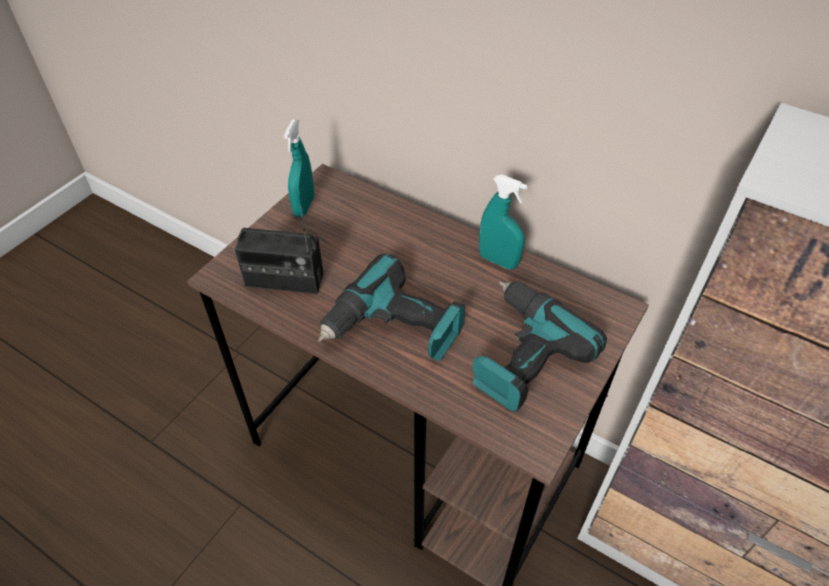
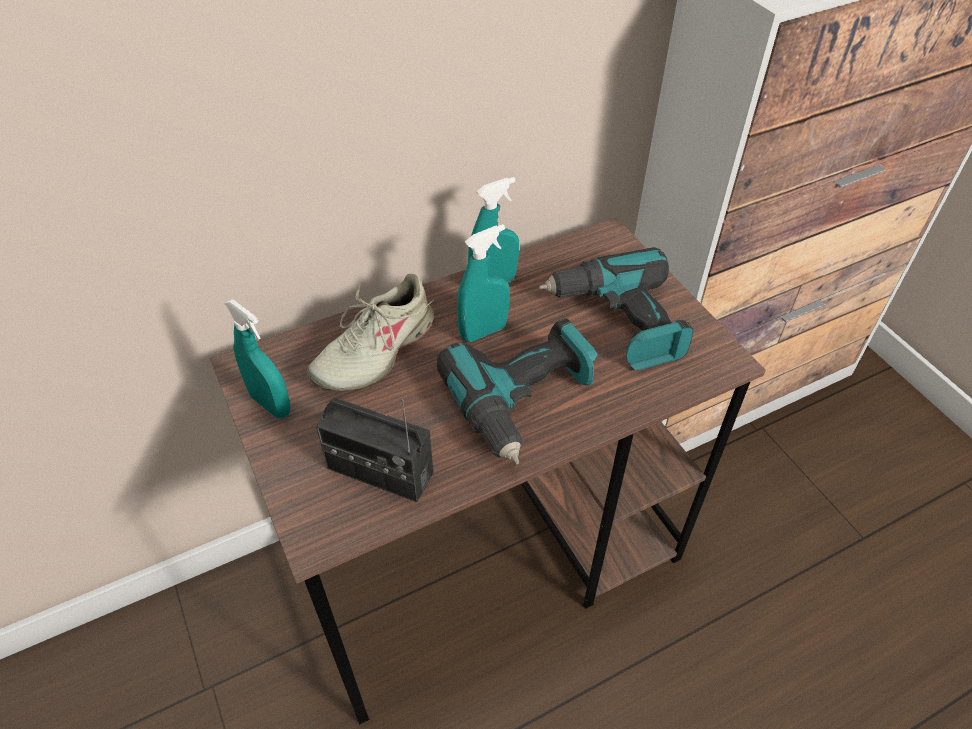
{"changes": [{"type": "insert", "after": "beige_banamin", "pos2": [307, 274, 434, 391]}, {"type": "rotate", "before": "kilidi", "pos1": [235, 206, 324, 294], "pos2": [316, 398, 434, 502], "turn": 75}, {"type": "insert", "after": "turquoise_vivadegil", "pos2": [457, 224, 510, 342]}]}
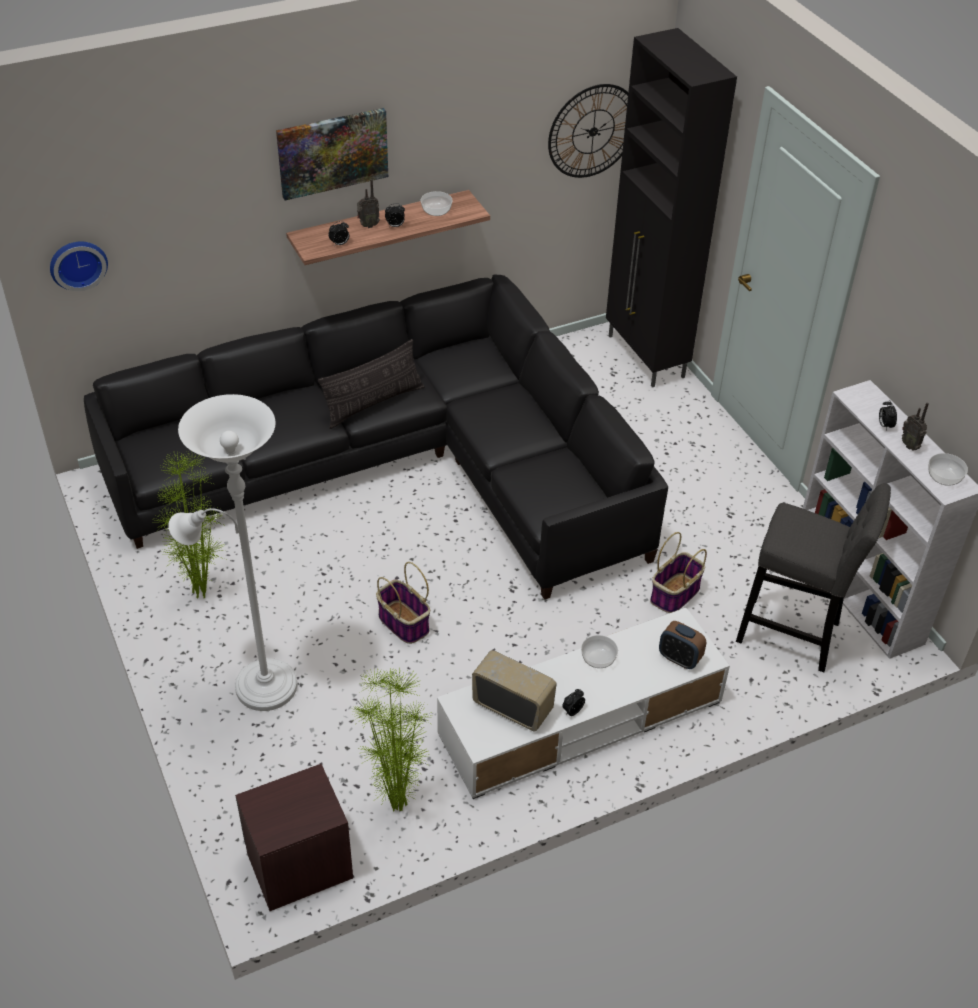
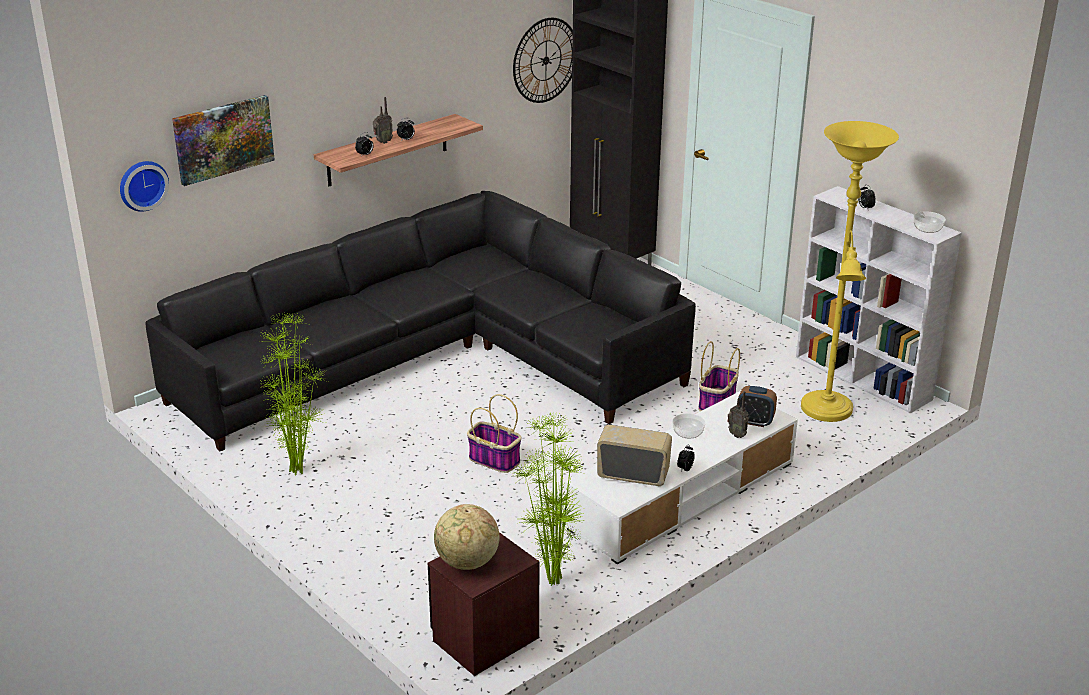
{"changes": [{"type": "move", "before": "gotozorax", "pos1": [276, 108, 388, 200], "pos2": [172, 95, 275, 186]}, {"type": "insert", "after": "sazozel", "pos2": [434, 504, 500, 570]}, {"type": "move", "before": "kilidi", "pos1": [902, 403, 929, 451], "pos2": [727, 391, 748, 438]}, {"type": "replace", "before": "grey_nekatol", "after": "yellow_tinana", "pos1": [736, 483, 891, 672], "pos2": [801, 121, 899, 422]}, {"type": "delete", "before": "white_tinana", "pos1": [168, 394, 297, 711]}, {"type": "delete", "before": "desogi", "pos1": [318, 339, 425, 429]}, {"type": "delete", "before": "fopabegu", "pos1": [421, 191, 453, 216]}]}
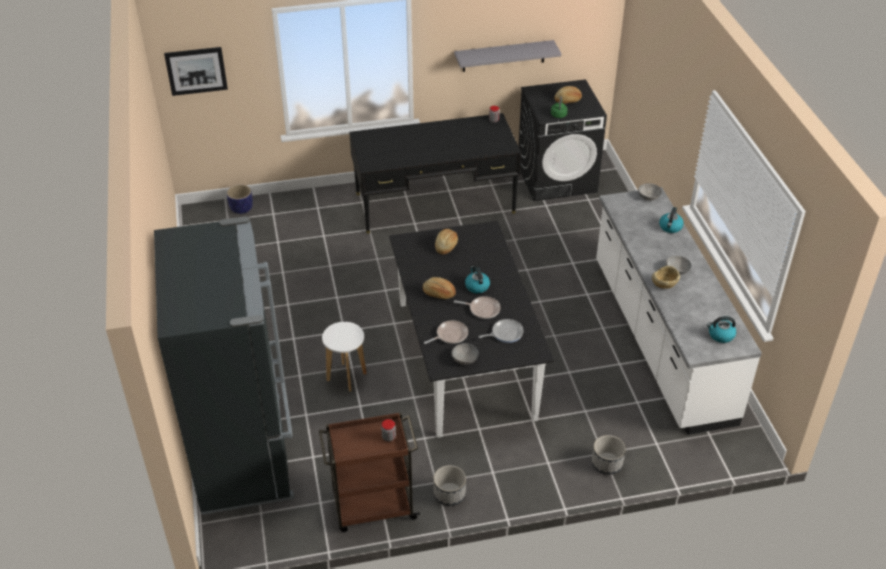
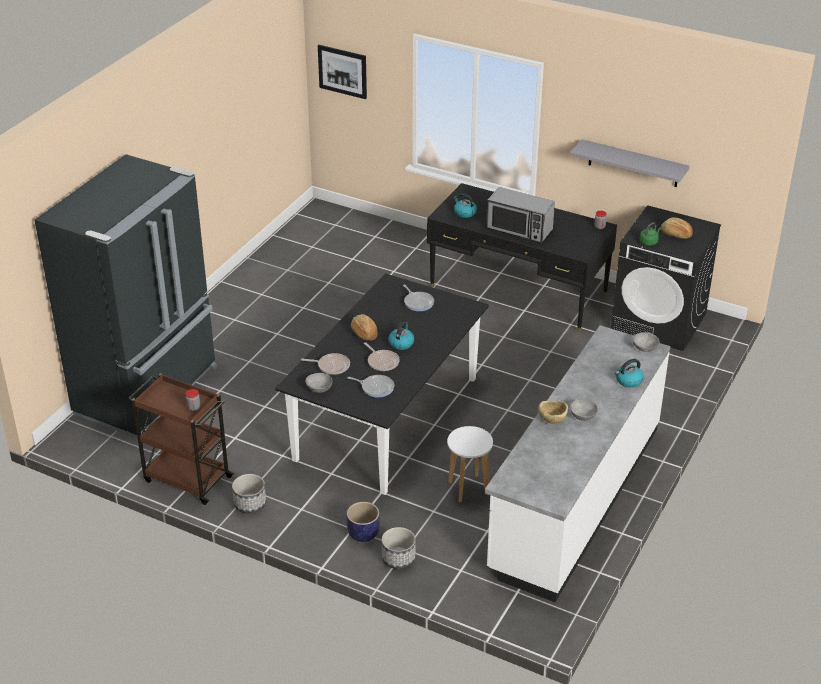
{"changes": [{"type": "move", "before": "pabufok", "pos1": [227, 184, 253, 214], "pos2": [346, 502, 380, 542]}, {"type": "replace", "before": "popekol", "after": "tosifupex", "pos1": [435, 229, 458, 254], "pos2": [403, 284, 434, 311]}, {"type": "move", "before": "white_nekatol", "pos1": [322, 322, 366, 392], "pos2": [447, 426, 493, 502]}, {"type": "move", "before": "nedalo", "pos1": [707, 316, 736, 343], "pos2": [454, 193, 477, 218]}, {"type": "insert", "after": "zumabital", "pos2": [486, 187, 555, 243]}]}
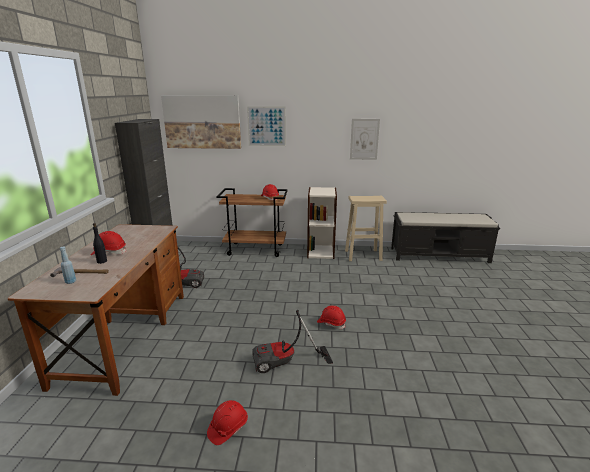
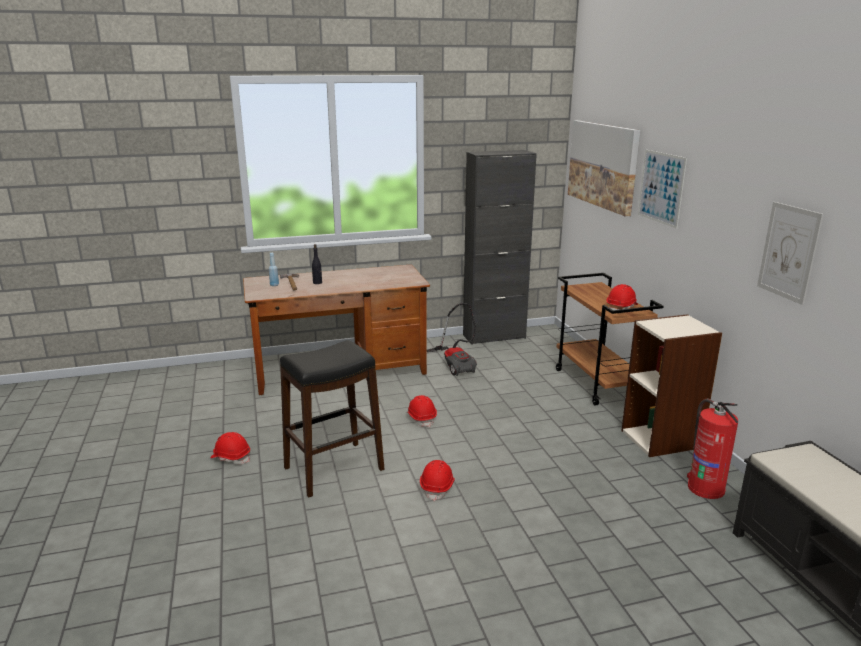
{"changes": [{"type": "replace", "before": "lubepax", "after": "black_nekatol", "pos1": [252, 310, 333, 373], "pos2": [280, 340, 384, 498]}, {"type": "move", "before": "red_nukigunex", "pos1": [91, 231, 127, 255], "pos2": [407, 395, 437, 427]}, {"type": "replace", "before": "beige_nekatol", "after": "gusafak", "pos1": [345, 196, 387, 261], "pos2": [687, 399, 738, 499]}]}
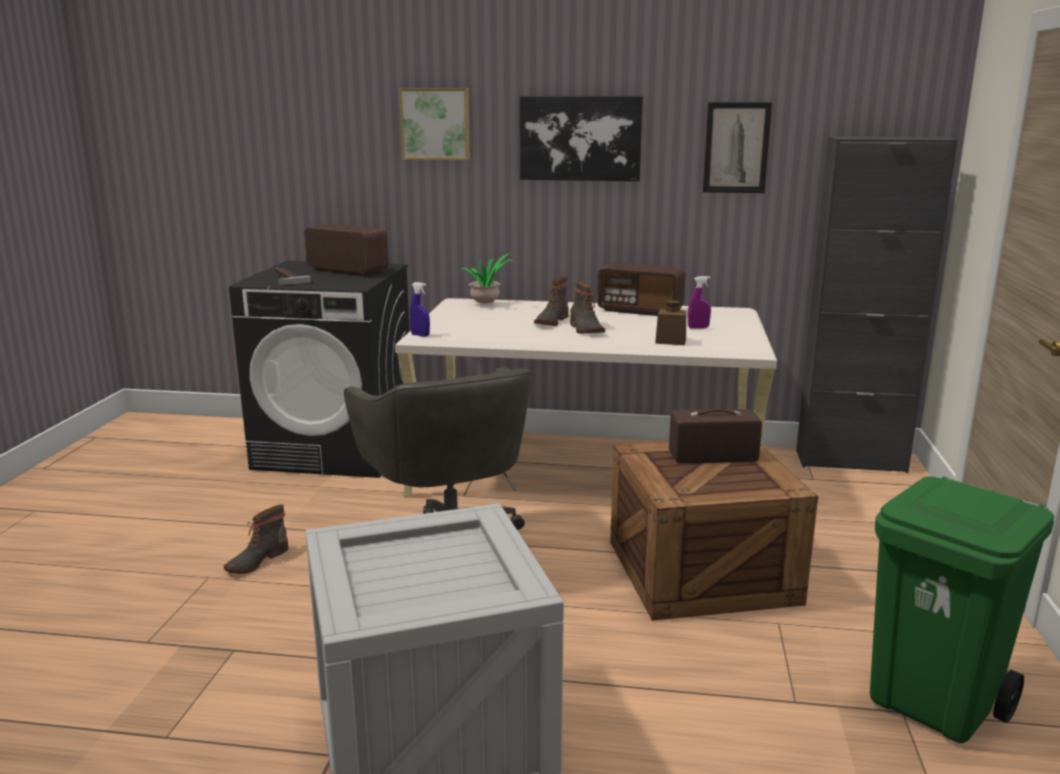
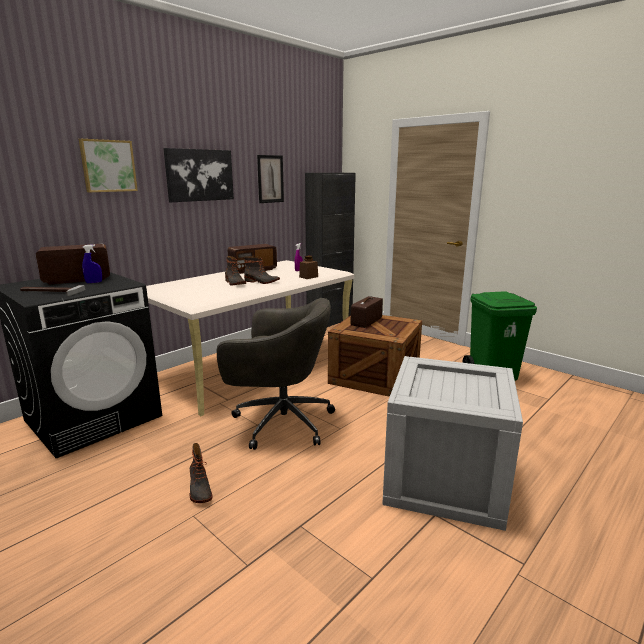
{"changes": [{"type": "move", "before": "blue_vivadegil", "pos1": [409, 282, 430, 337], "pos2": [82, 244, 102, 283]}, {"type": "delete", "before": "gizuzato", "pos1": [461, 253, 515, 303]}]}
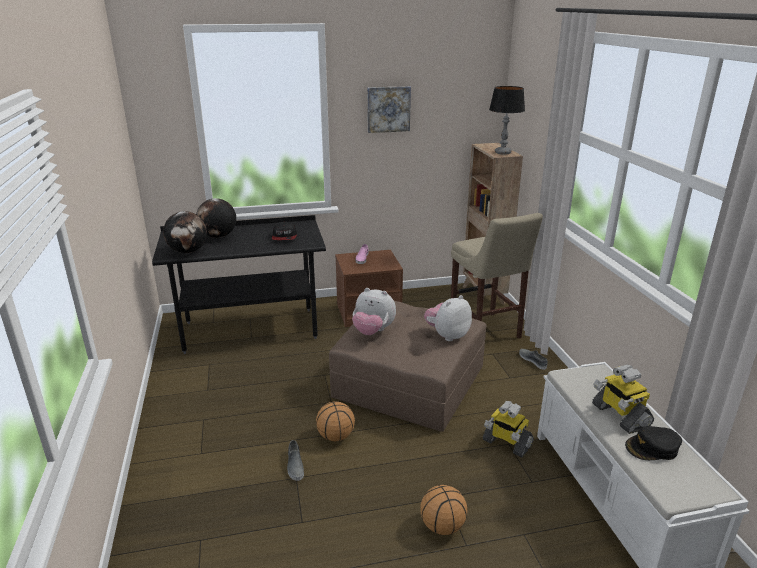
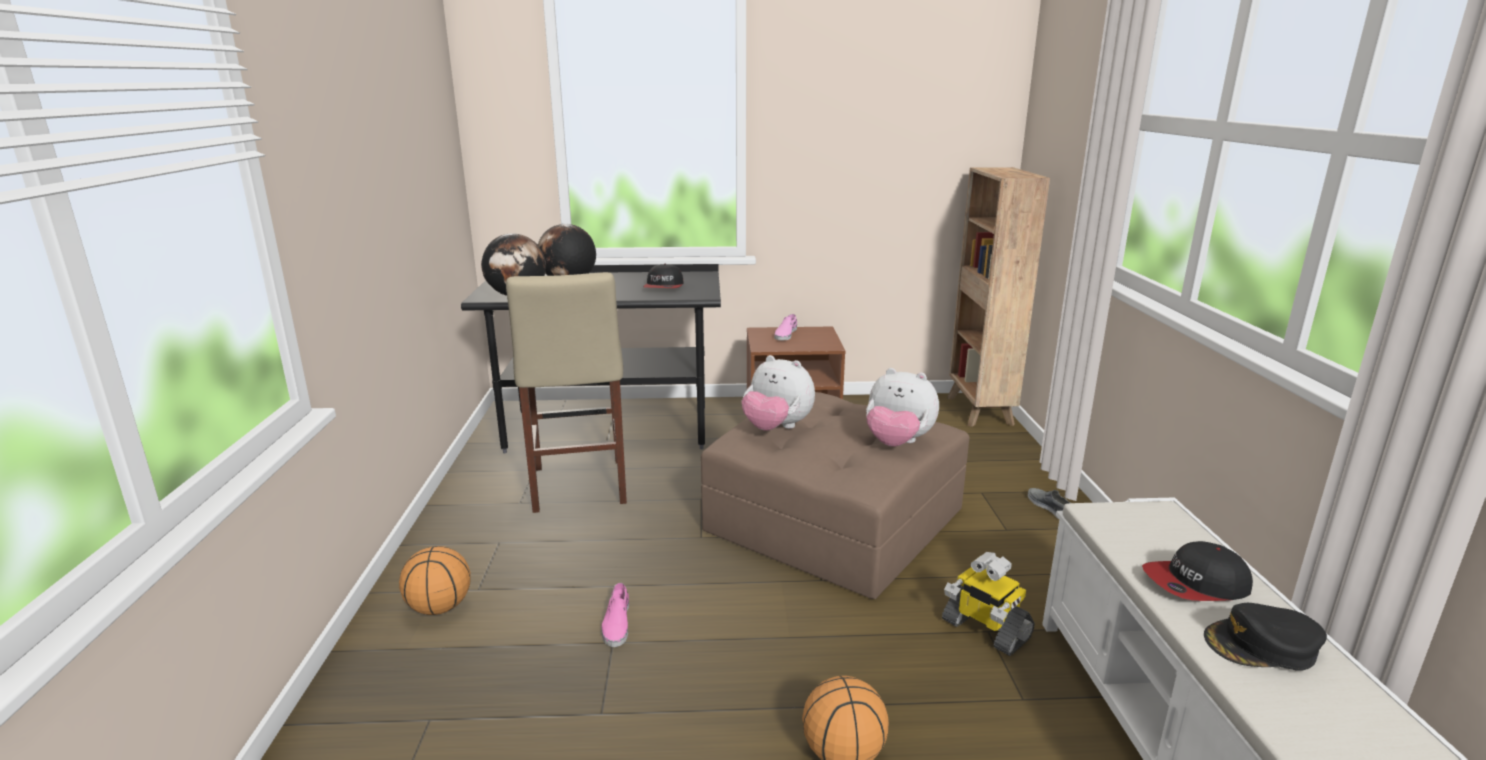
{"changes": [{"type": "move", "before": "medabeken", "pos1": [316, 401, 355, 441], "pos2": [399, 546, 470, 615]}, {"type": "move", "before": "beige_nekatol", "pos1": [451, 213, 543, 339], "pos2": [506, 272, 627, 513]}, {"type": "recolor", "before": "grey_banamin", "after": "pink_banamin", "pos1": [287, 440, 304, 481], "pos2": [601, 583, 629, 647]}, {"type": "rotate", "before": "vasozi", "pos1": [424, 295, 472, 341], "pos2": [866, 368, 939, 447], "turn": -120}, {"type": "replace", "before": "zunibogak", "after": "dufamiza", "pos1": [592, 364, 654, 434], "pos2": [1142, 541, 1253, 601]}, {"type": "delete", "before": "gotozorax", "pos1": [367, 86, 411, 133]}, {"type": "delete", "before": "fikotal", "pos1": [489, 86, 525, 155]}]}
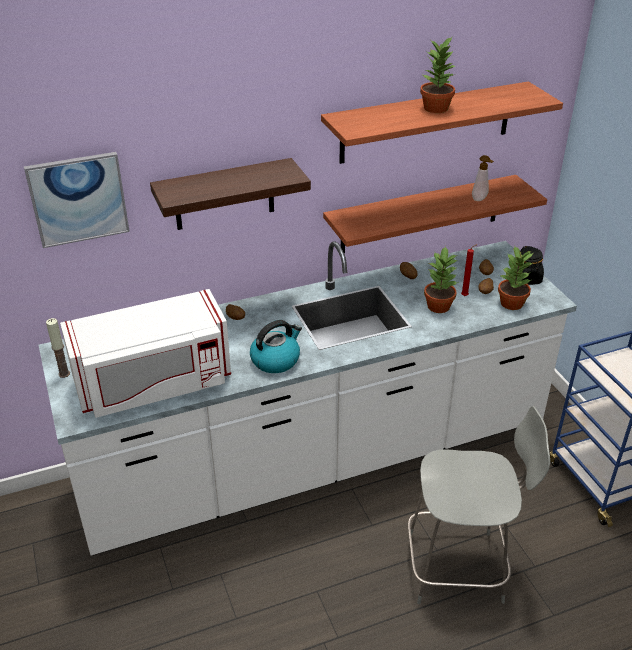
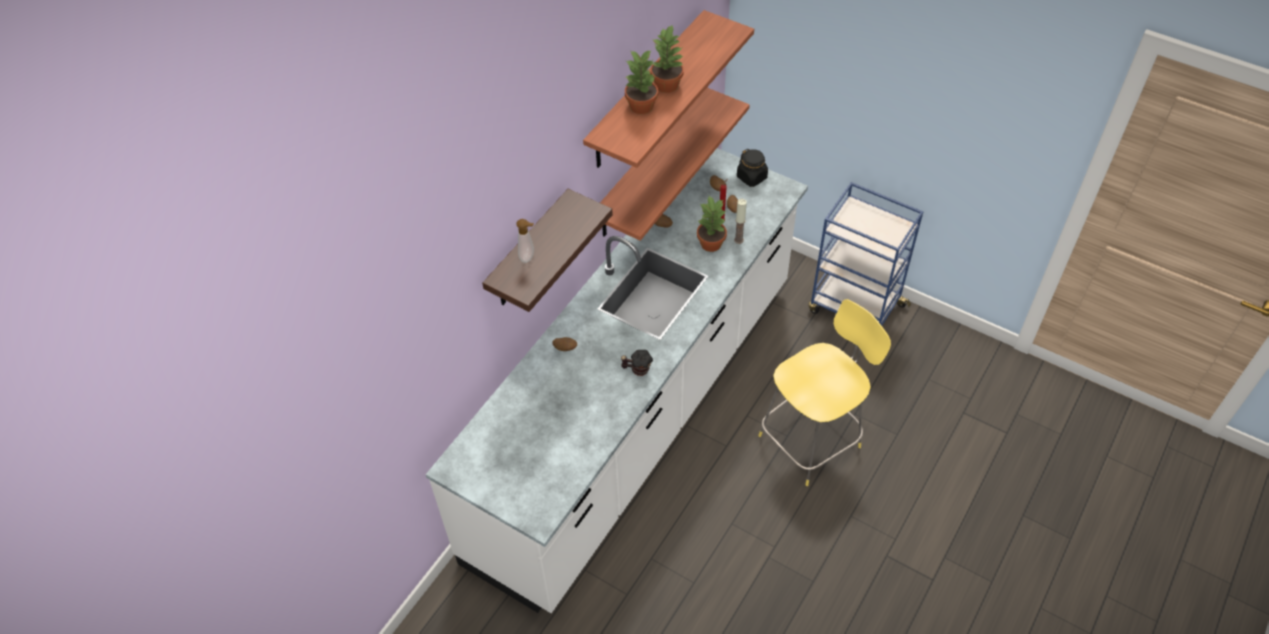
{"changes": [{"type": "move", "before": "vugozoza", "pos1": [472, 155, 494, 201], "pos2": [516, 219, 534, 263]}, {"type": "replace", "before": "nedalo", "after": "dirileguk", "pos1": [250, 320, 302, 373], "pos2": [621, 350, 653, 376]}, {"type": "move", "before": "gizuzato", "pos1": [498, 246, 533, 310], "pos2": [625, 50, 658, 114]}, {"type": "move", "before": "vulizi", "pos1": [46, 318, 70, 378], "pos2": [734, 199, 747, 244]}, {"type": "recolor", "before": "grey_nekatol", "after": "yellow_nekatol", "pos1": [408, 406, 550, 604], "pos2": [758, 299, 891, 486]}, {"type": "delete", "before": "gotozorax", "pos1": [24, 152, 130, 248]}, {"type": "delete", "before": "white_zumabital", "pos1": [60, 289, 231, 418]}]}
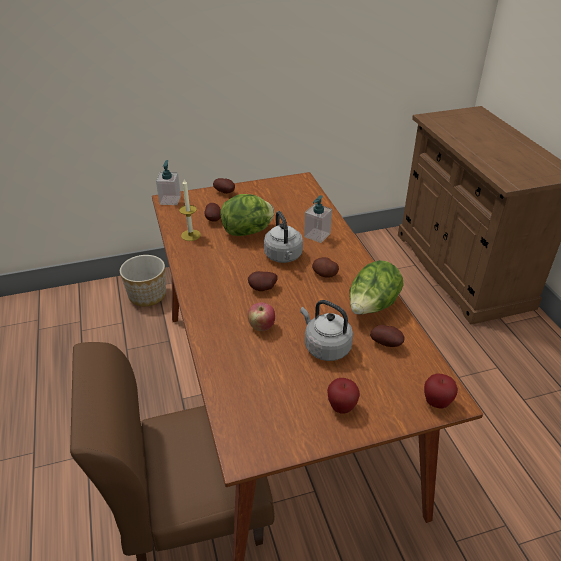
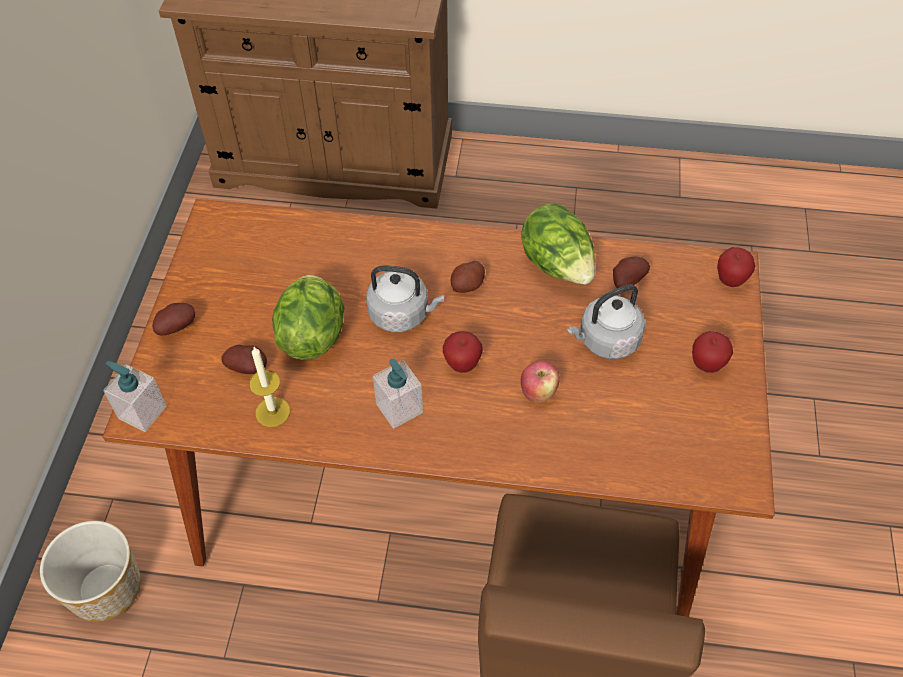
{"changes": [{"type": "move", "before": "vugozoza", "pos1": [304, 195, 332, 243], "pos2": [373, 359, 423, 429]}, {"type": "replace", "before": "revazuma", "after": "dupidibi", "pos1": [248, 271, 278, 291], "pos2": [443, 331, 483, 373]}]}
